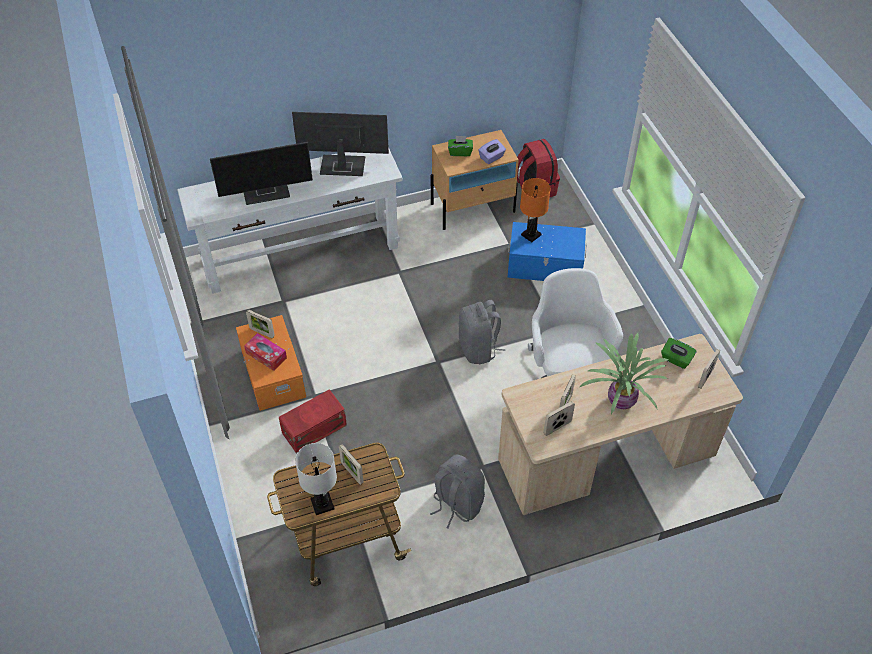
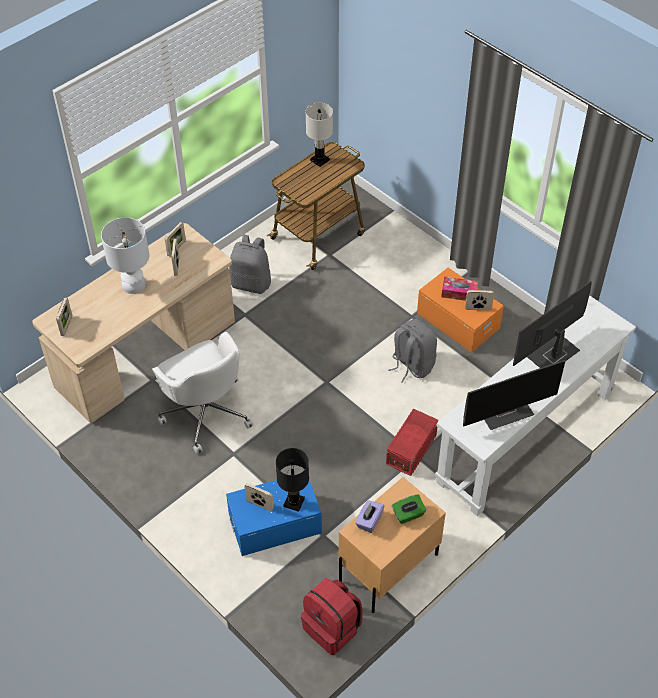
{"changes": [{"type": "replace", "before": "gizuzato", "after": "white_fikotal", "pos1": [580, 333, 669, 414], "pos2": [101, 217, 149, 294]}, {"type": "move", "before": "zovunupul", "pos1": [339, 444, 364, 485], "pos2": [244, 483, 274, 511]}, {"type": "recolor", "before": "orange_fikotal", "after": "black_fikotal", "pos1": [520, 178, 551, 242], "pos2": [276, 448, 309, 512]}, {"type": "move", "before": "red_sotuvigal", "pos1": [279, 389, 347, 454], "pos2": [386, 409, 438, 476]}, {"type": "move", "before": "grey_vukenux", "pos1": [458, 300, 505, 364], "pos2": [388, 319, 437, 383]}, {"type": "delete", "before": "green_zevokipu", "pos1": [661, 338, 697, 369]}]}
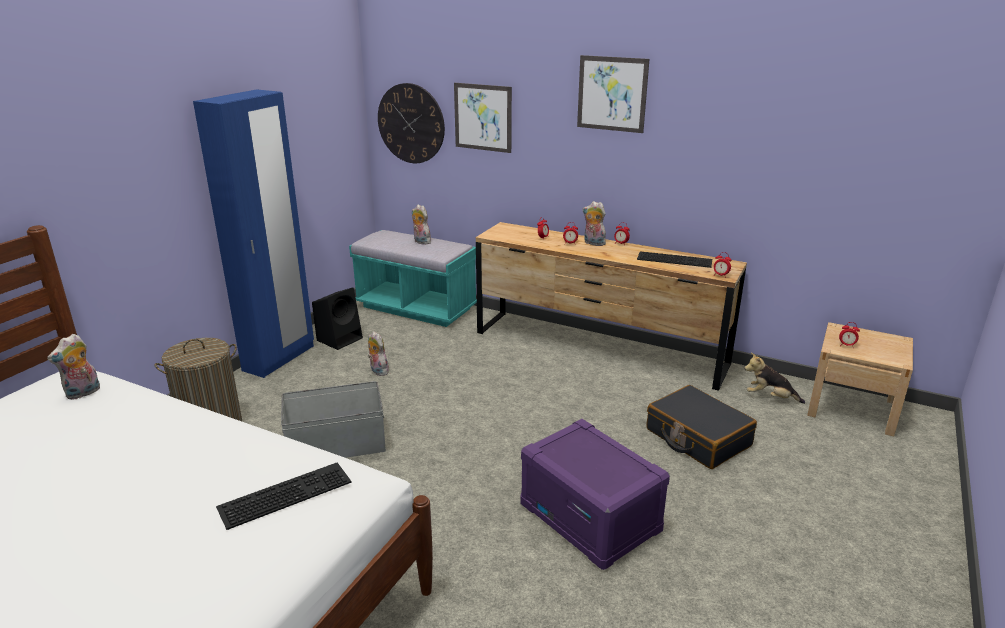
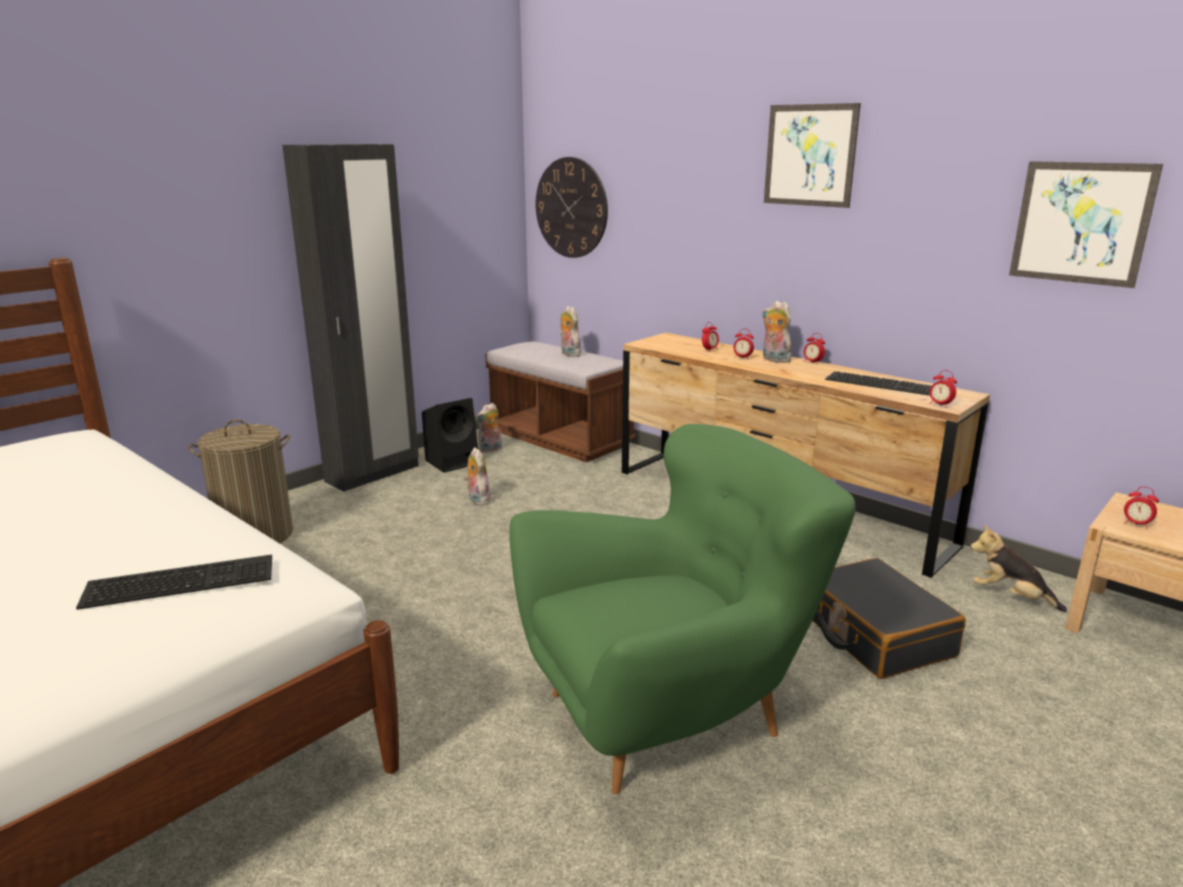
{"changes": [{"type": "recolor", "before": "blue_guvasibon", "after": "black_guvasibon", "pos1": [193, 89, 314, 378], "pos2": [282, 144, 419, 492]}, {"type": "move", "before": "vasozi", "pos1": [47, 334, 100, 400], "pos2": [475, 403, 502, 453]}, {"type": "recolor", "before": "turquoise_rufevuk", "after": "brown_rufevuk", "pos1": [349, 230, 477, 327], "pos2": [485, 341, 636, 462]}, {"type": "replace", "before": "purple_sotuvigal", "after": "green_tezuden", "pos1": [520, 419, 670, 570], "pos2": [509, 424, 856, 794]}, {"type": "move", "before": "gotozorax", "pos1": [454, 83, 512, 153], "pos2": [1009, 161, 1163, 288]}, {"type": "delete", "before": "grey_sotuvigal", "pos1": [281, 381, 386, 458]}]}
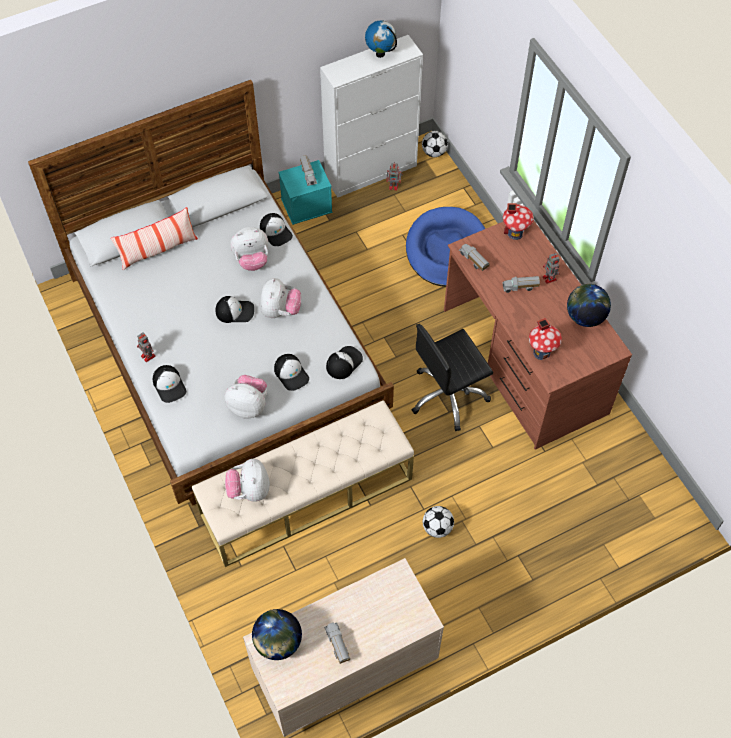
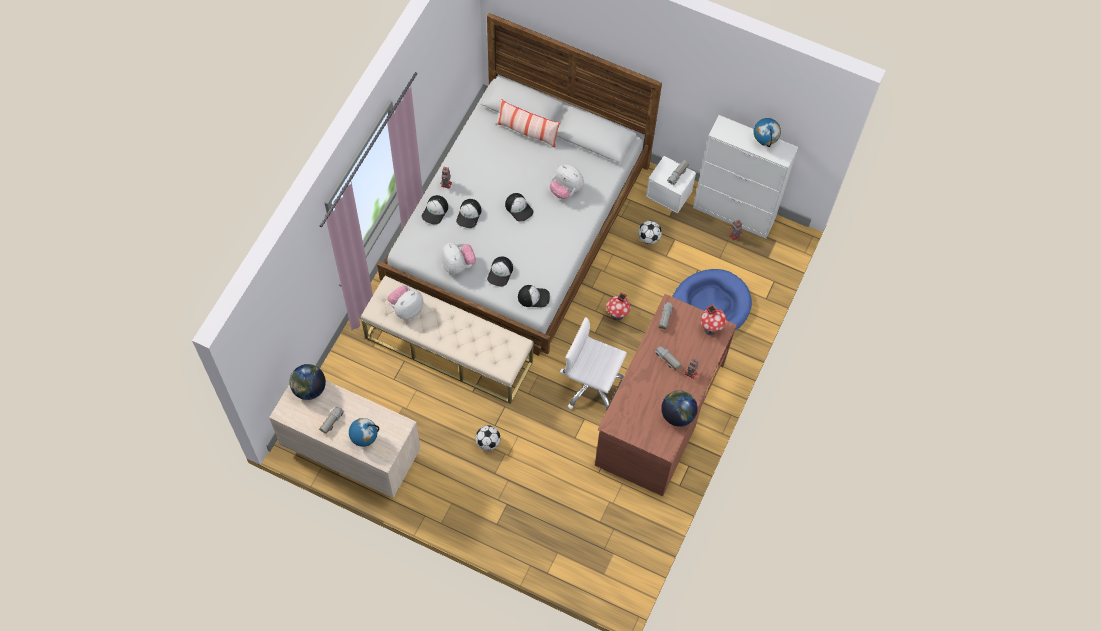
{"changes": [{"type": "insert", "after": "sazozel", "pos2": [349, 418, 379, 447]}, {"type": "move", "before": "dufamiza", "pos1": [260, 213, 293, 246], "pos2": [456, 199, 481, 228]}, {"type": "recolor", "before": "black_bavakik", "after": "white_bavakik", "pos1": [412, 324, 493, 431], "pos2": [560, 317, 627, 411]}, {"type": "move", "before": "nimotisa", "pos1": [529, 318, 562, 360], "pos2": [606, 292, 631, 321]}, {"type": "move", "before": "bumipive", "pos1": [422, 131, 448, 157], "pos2": [638, 221, 662, 244]}, {"type": "recolor", "before": "turquoise_sotuvigal", "after": "white_sotuvigal", "pos1": [278, 160, 332, 225], "pos2": [646, 156, 696, 214]}, {"type": "delete", "before": "vasozi", "pos1": [260, 278, 301, 318]}]}
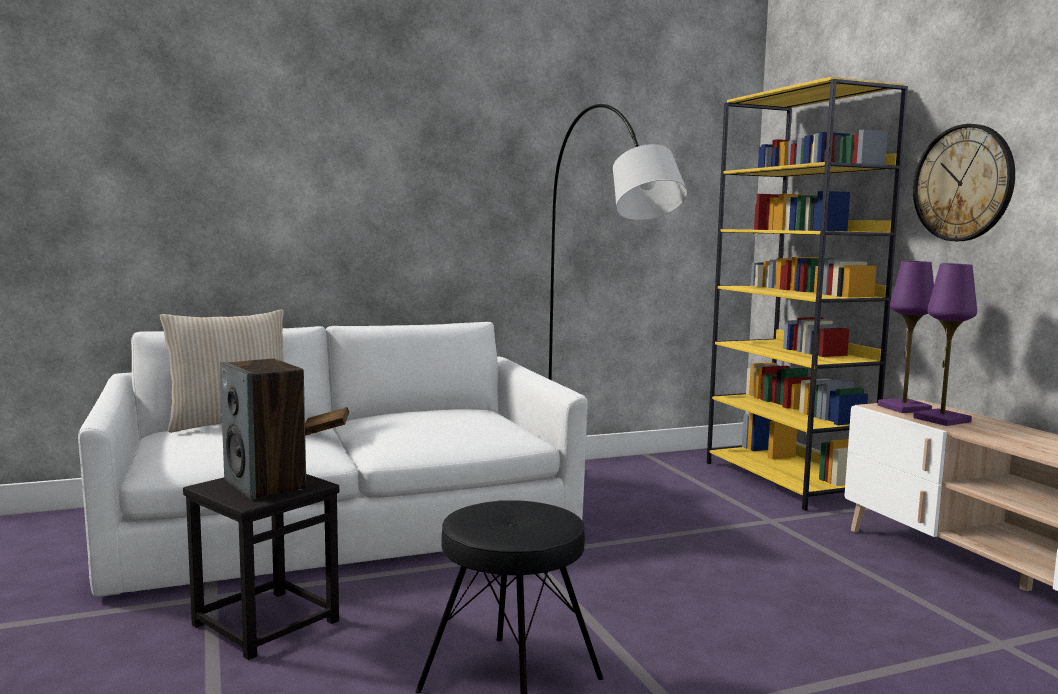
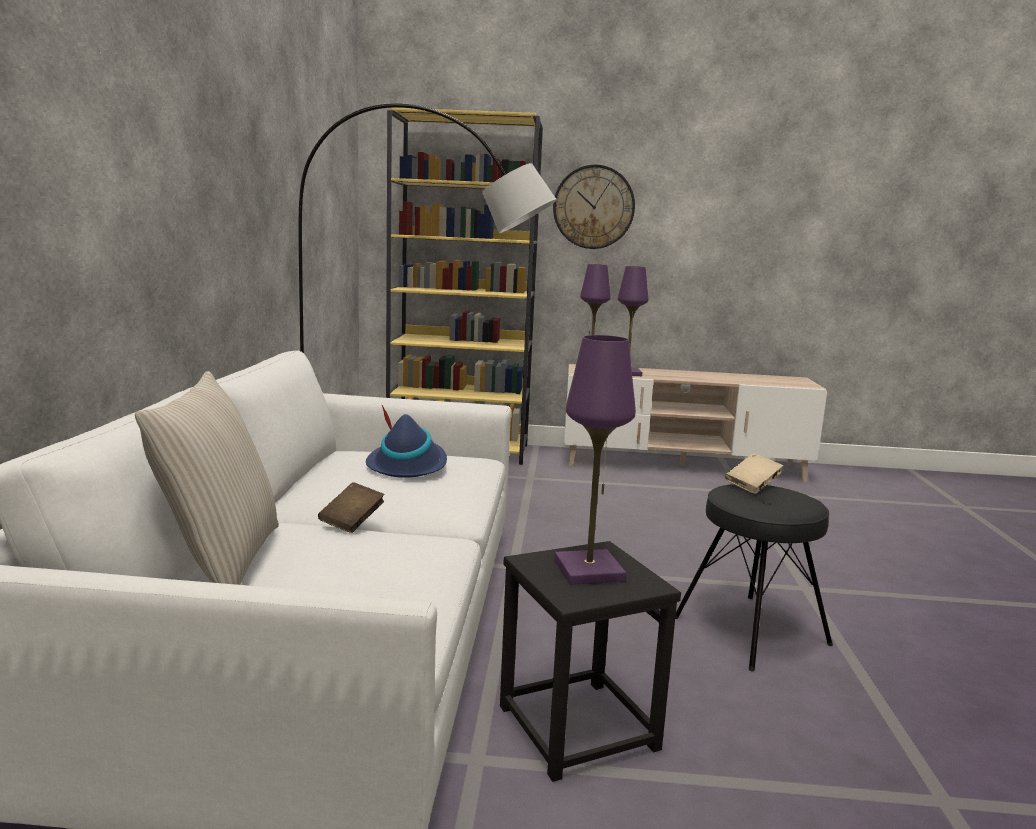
{"changes": [{"type": "insert", "after": "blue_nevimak", "pos2": [366, 405, 447, 478]}, {"type": "replace", "before": "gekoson", "after": "purple_fikotal", "pos1": [220, 358, 306, 500], "pos2": [554, 335, 636, 585]}, {"type": "insert", "after": "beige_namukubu", "pos2": [725, 453, 783, 494]}]}
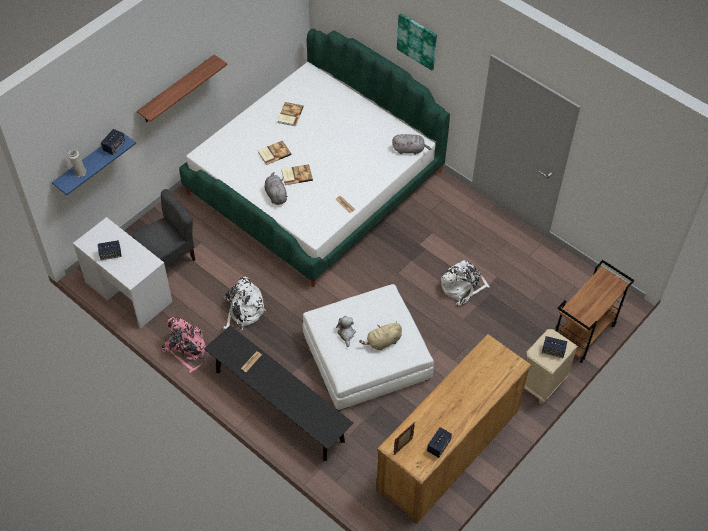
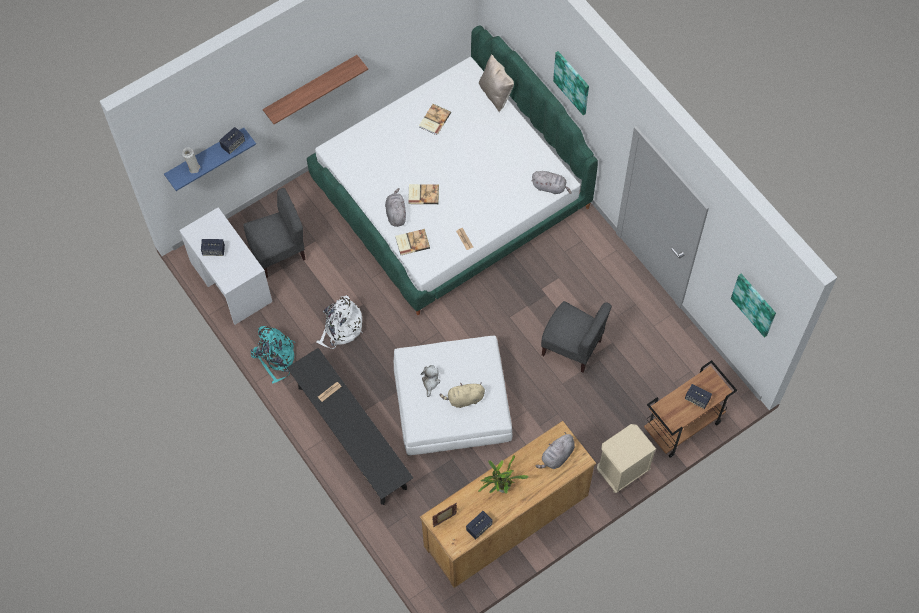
{"changes": [{"type": "recolor", "before": "pink_vukenux", "after": "turquoise_vukenux", "pos1": [162, 317, 206, 373], "pos2": [251, 326, 296, 384]}, {"type": "move", "before": "namukubu", "pos1": [258, 141, 291, 165], "pos2": [395, 229, 430, 255]}, {"type": "insert", "after": "gizuzato", "pos2": [478, 455, 529, 494]}, {"type": "insert", "after": "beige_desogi", "pos2": [479, 54, 514, 112]}, {"type": "insert", "after": "grey_vasozi", "pos2": [536, 432, 575, 469]}, {"type": "replace", "before": "white_vukenux", "after": "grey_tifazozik", "pos1": [441, 260, 489, 305], "pos2": [541, 301, 612, 373]}, {"type": "move", "before": "gekoson", "pos1": [542, 336, 567, 358], "pos2": [685, 384, 712, 409]}, {"type": "insert", "after": "gotozorax", "pos2": [731, 274, 776, 338]}]}
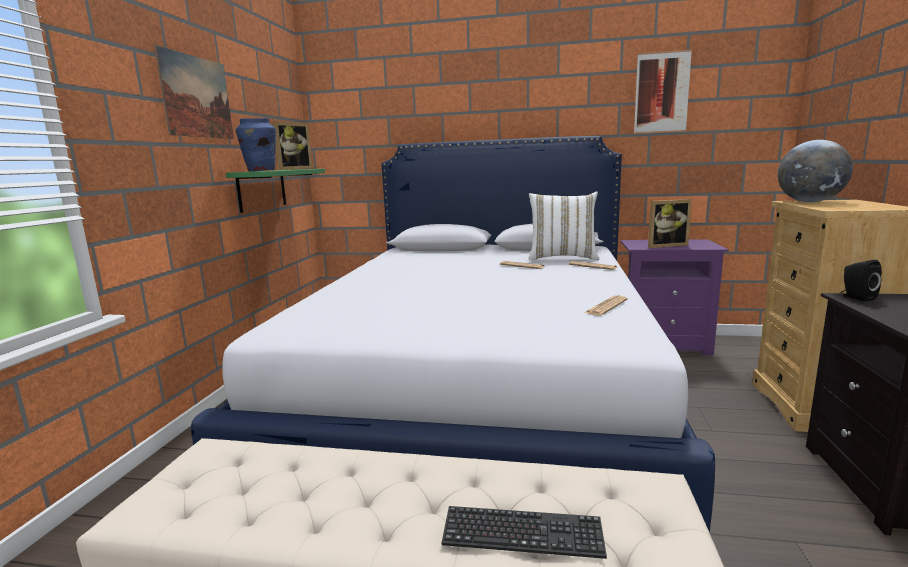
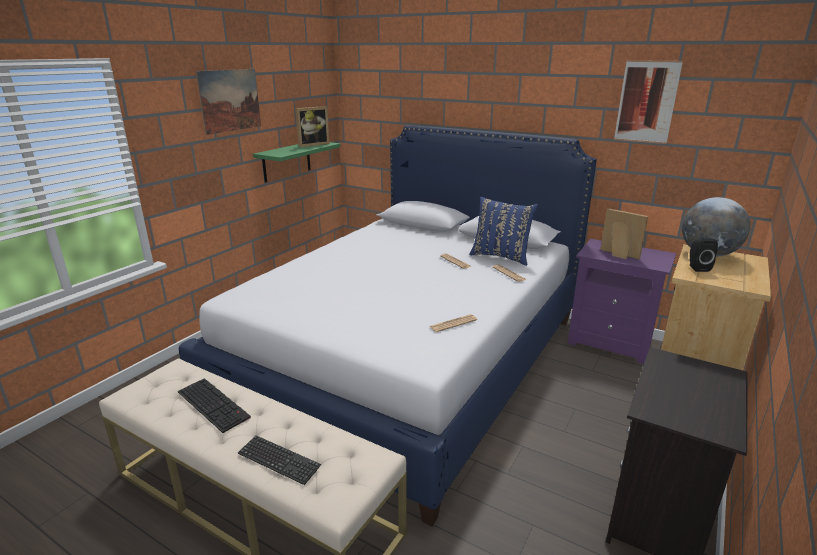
{"changes": [{"type": "insert", "after": "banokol", "pos2": [178, 378, 251, 433]}, {"type": "recolor", "before": "white_desogi", "after": "blue_desogi", "pos1": [529, 191, 599, 260], "pos2": [469, 197, 538, 266]}, {"type": "rotate", "before": "zovunupul", "pos1": [648, 199, 692, 248], "pos2": [601, 208, 648, 260], "turn": -150}, {"type": "move", "before": "black_gekoson", "pos1": [840, 260, 882, 302], "pos2": [690, 239, 718, 272]}, {"type": "delete", "before": "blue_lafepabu", "pos1": [236, 118, 276, 171]}]}
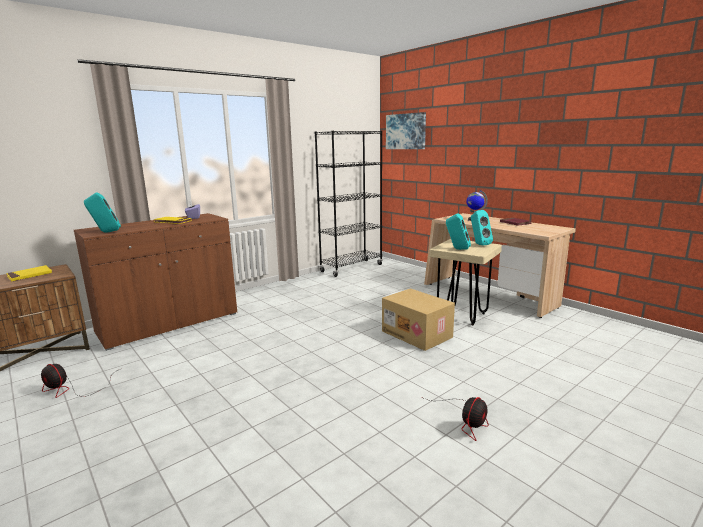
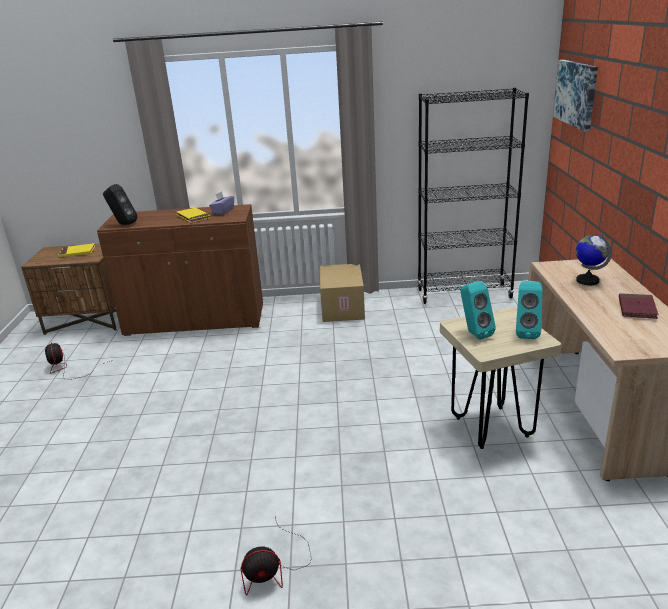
{"changes": [{"type": "recolor", "before": "turquoise_gekoson", "after": "black_gekoson", "pos1": [84, 193, 121, 232], "pos2": [103, 184, 137, 225]}, {"type": "move", "before": "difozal", "pos1": [382, 288, 455, 351], "pos2": [320, 264, 365, 322]}]}
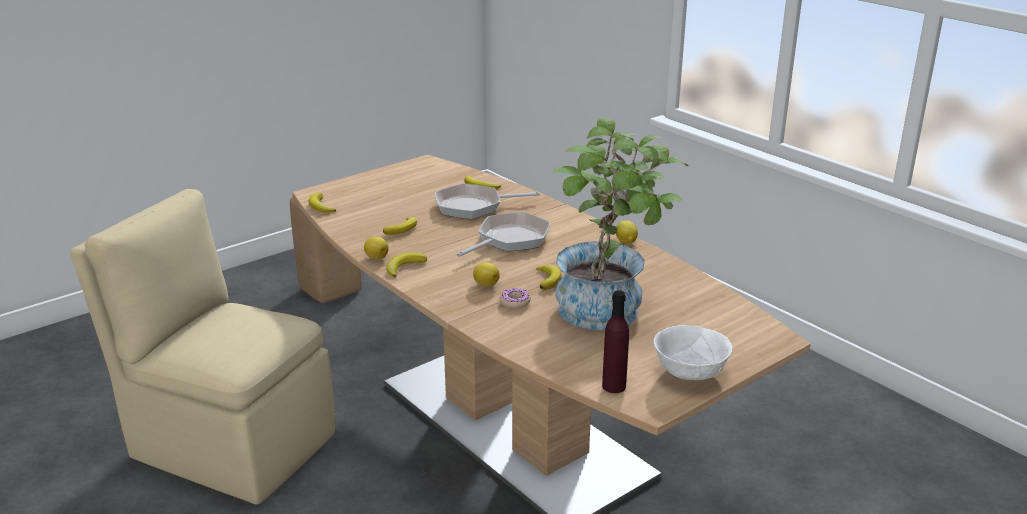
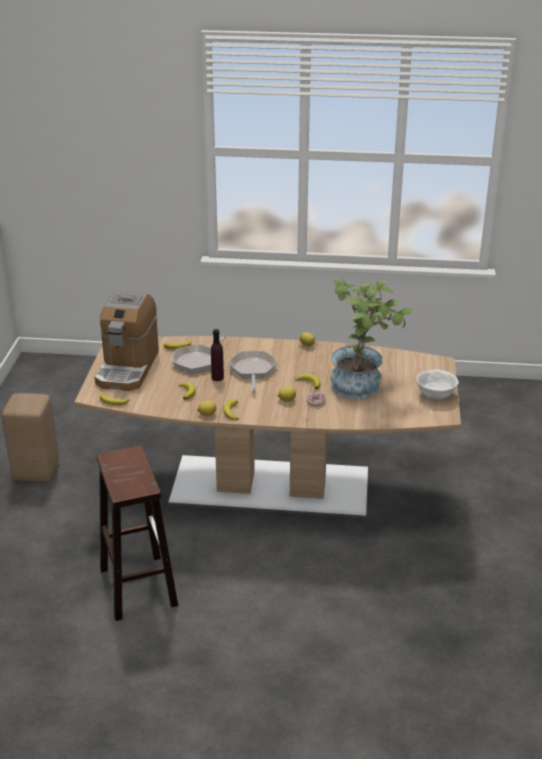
{"changes": [{"type": "insert", "after": "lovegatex", "pos2": [95, 291, 159, 391]}, {"type": "replace", "before": "beige_tifazozik", "after": "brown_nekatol", "pos1": [70, 189, 335, 505], "pos2": [96, 445, 178, 621]}, {"type": "move", "before": "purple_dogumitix", "pos1": [602, 290, 629, 393], "pos2": [211, 329, 224, 381]}]}
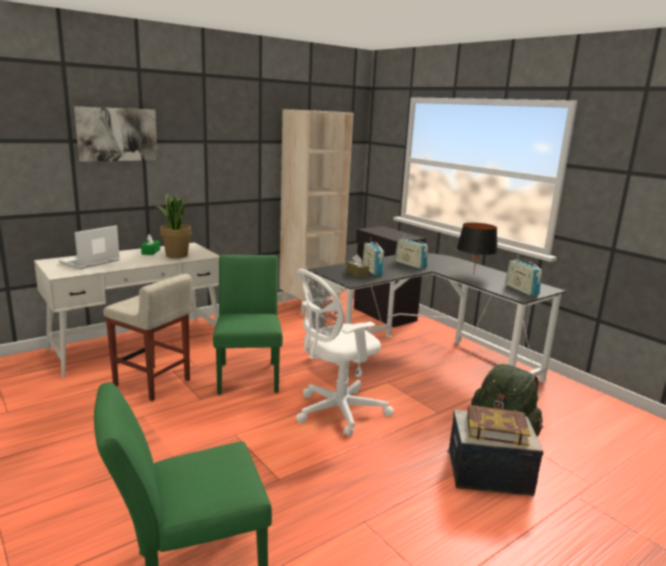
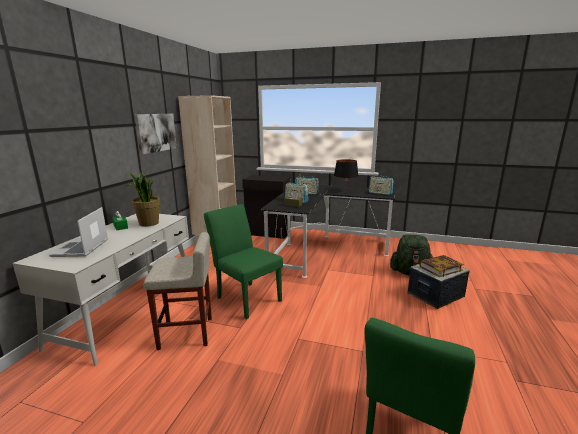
{"changes": [{"type": "move", "before": "gotozorax", "pos1": [74, 106, 158, 162], "pos2": [134, 114, 177, 154]}, {"type": "delete", "before": "white_bavakik", "pos1": [296, 269, 394, 437]}]}
